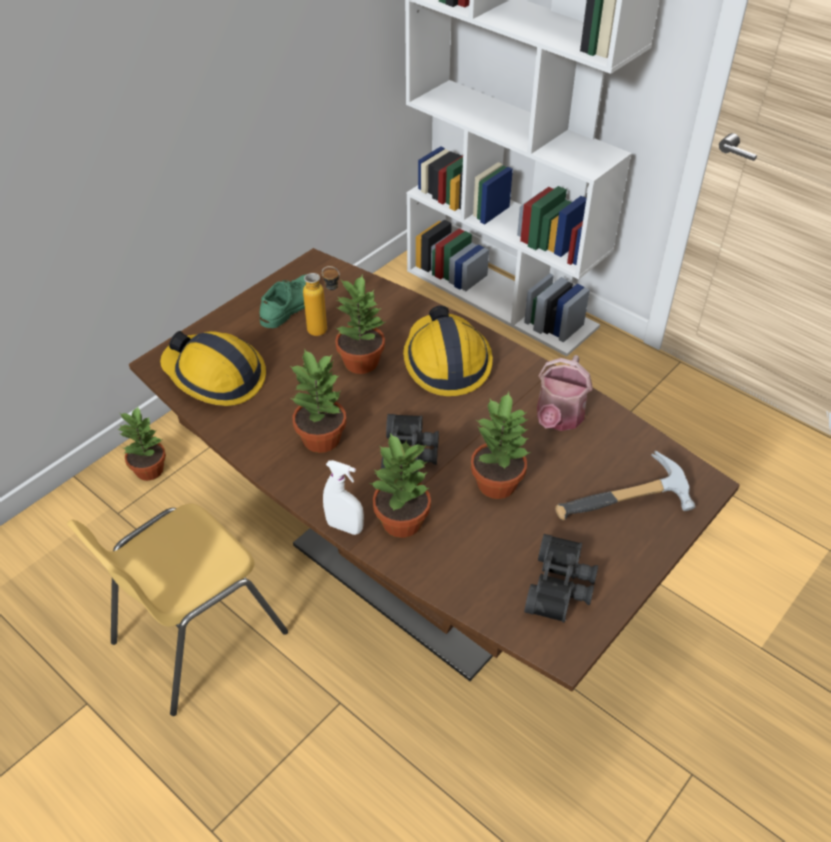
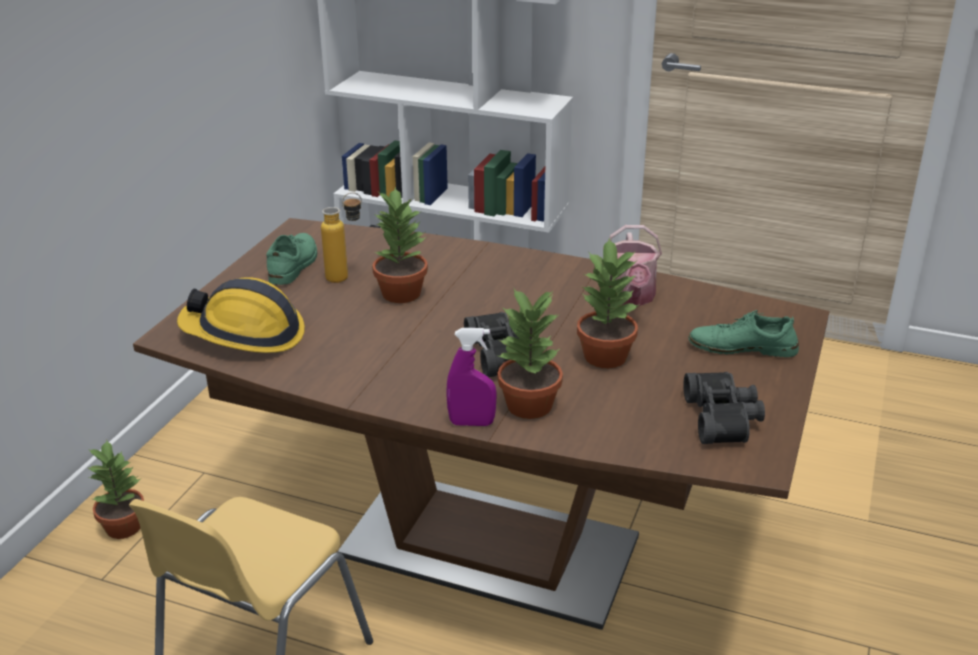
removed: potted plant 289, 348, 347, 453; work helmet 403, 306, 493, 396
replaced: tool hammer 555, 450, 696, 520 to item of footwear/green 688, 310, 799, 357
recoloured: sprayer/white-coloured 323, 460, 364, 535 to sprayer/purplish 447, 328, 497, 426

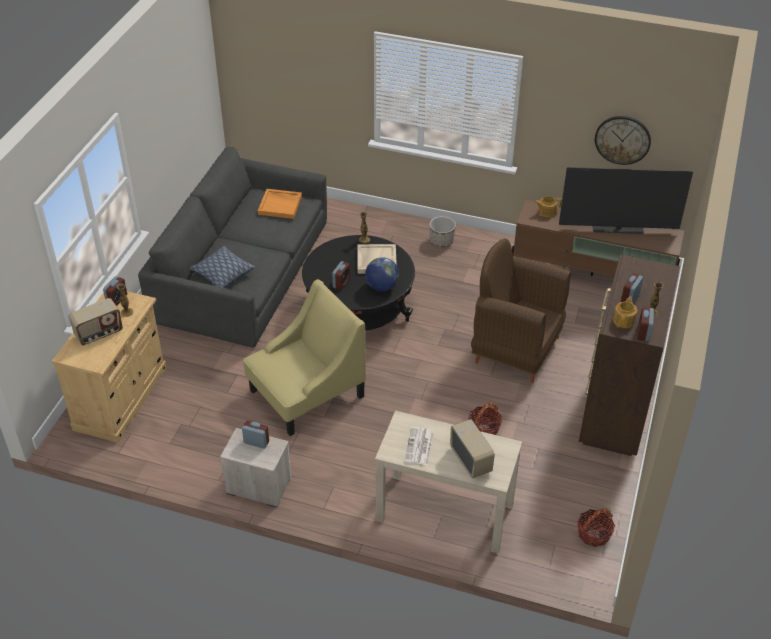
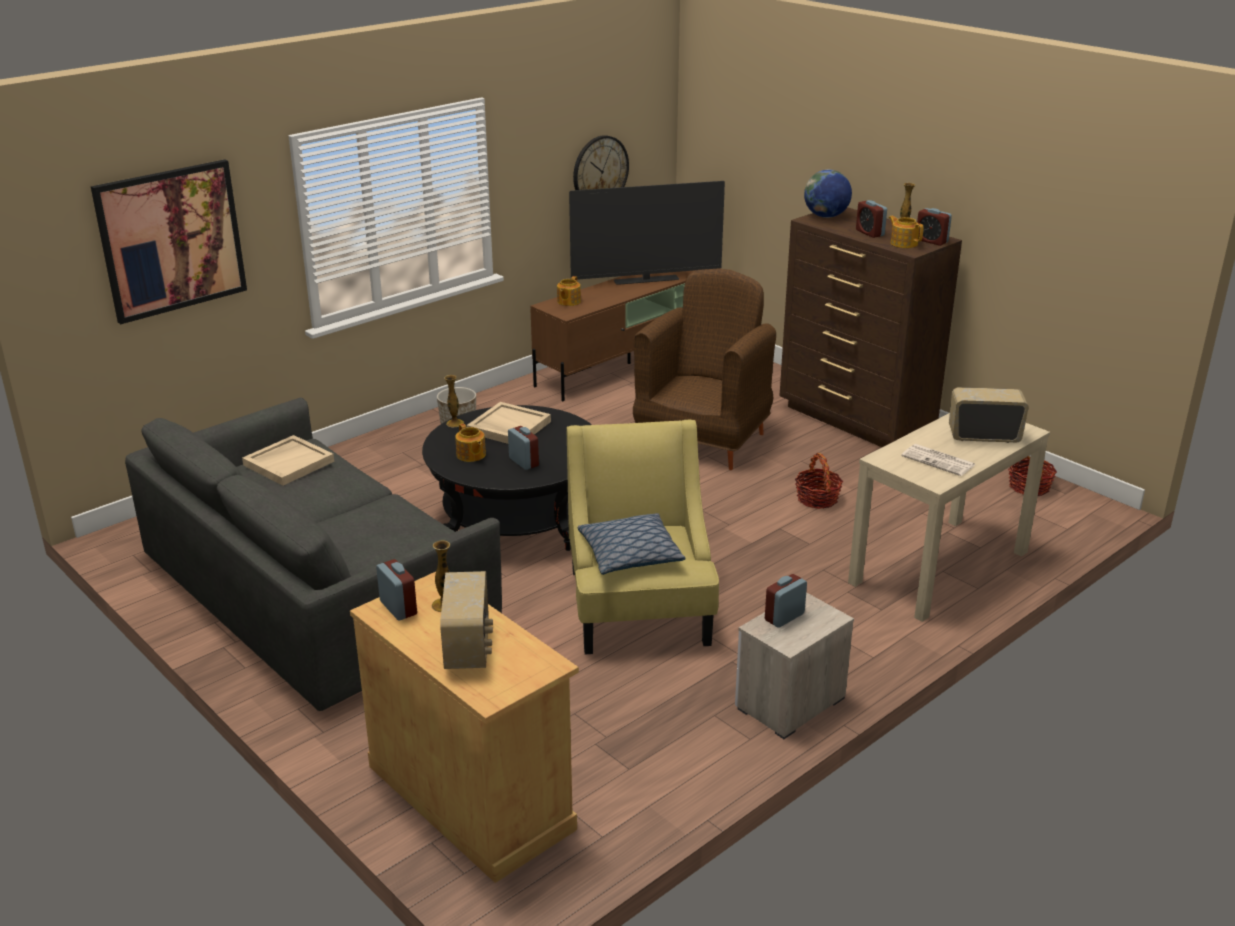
added: wall picture 91, 159, 247, 324; teapot 455, 423, 486, 462
moved: pillow 190, 246, 255, 288 to 577, 513, 686, 575; desk globe 365, 257, 399, 292 to 804, 170, 852, 218
recoloured: carrying tray/orangey 258, 189, 302, 219 to carrying tray/beige-coloured 242, 435, 334, 485
turned: armchair/brownish 471, 238, 571, 383 = 633, 268, 776, 470 150 degrees clockwise; television 559, 167, 693, 234 = 569, 181, 725, 285 45 degrees clockwise

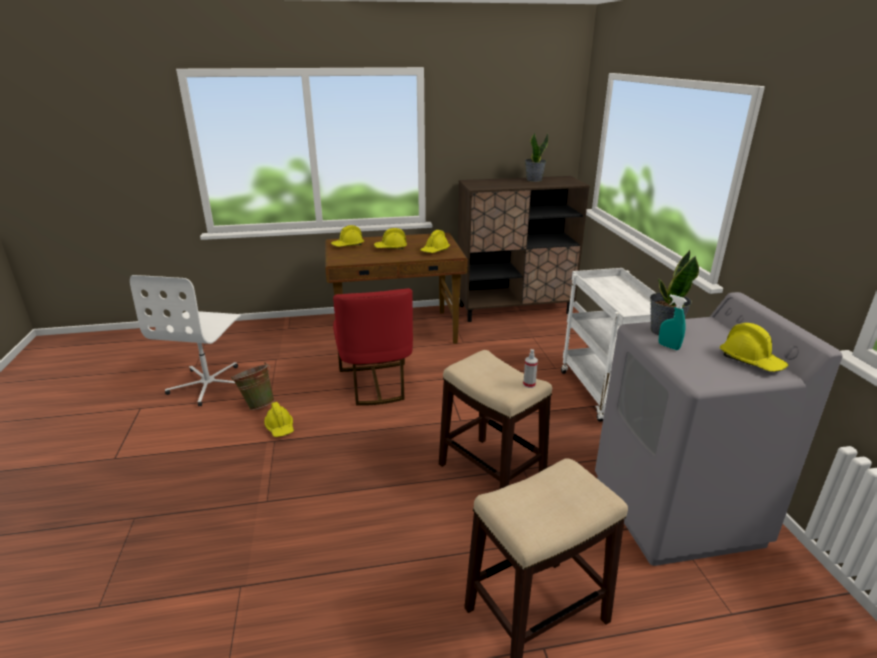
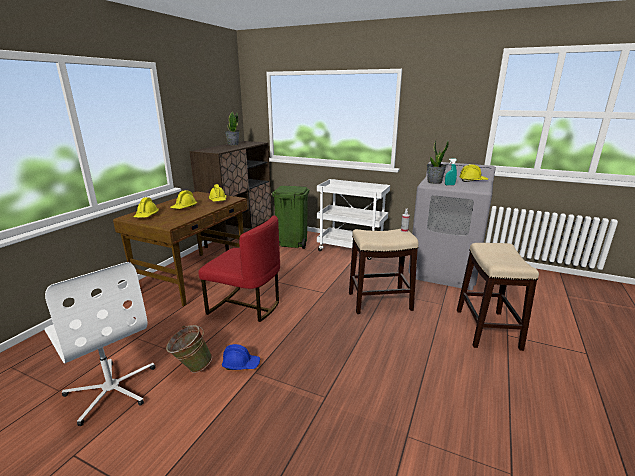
added: rubbish bin/green 272, 186, 309, 249
recoloured: work helmet/yellow 264, 402, 294, 437 to work helmet/blue-coloured 222, 344, 260, 370

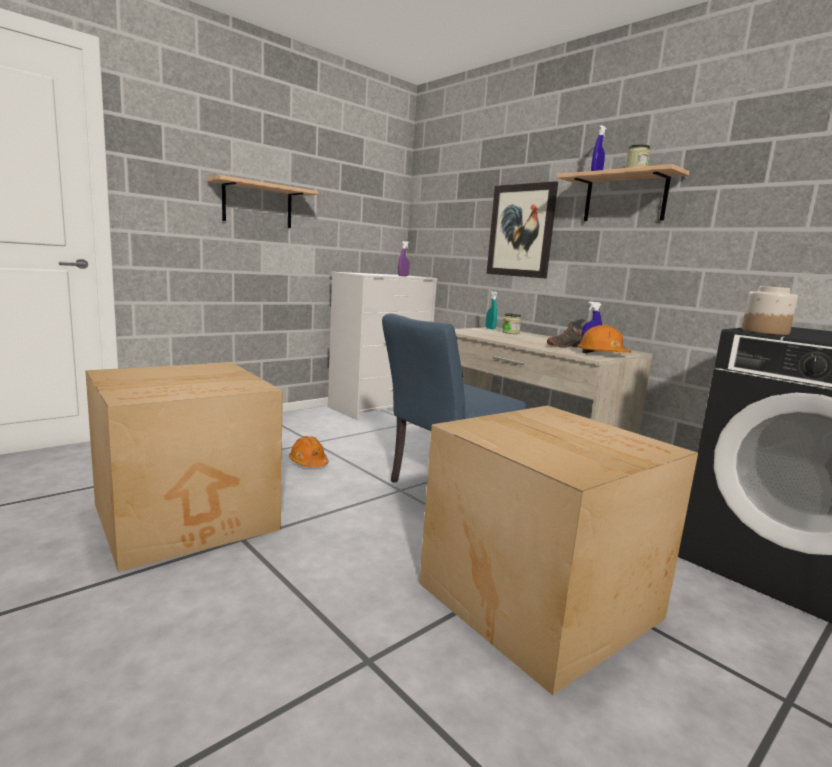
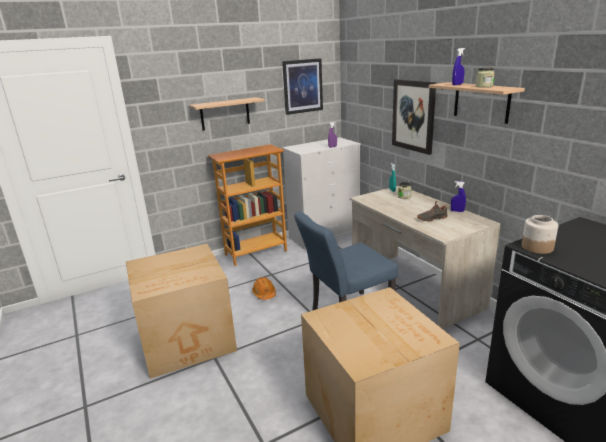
removed: work helmet/orangey 577, 325, 631, 353
added: shelving unit 207, 144, 287, 266; wall picture 282, 58, 323, 115

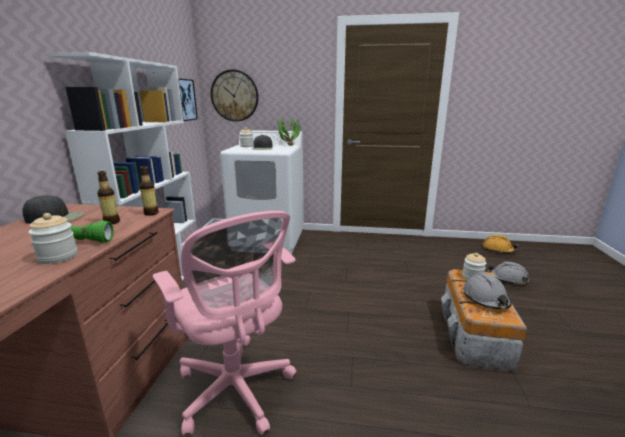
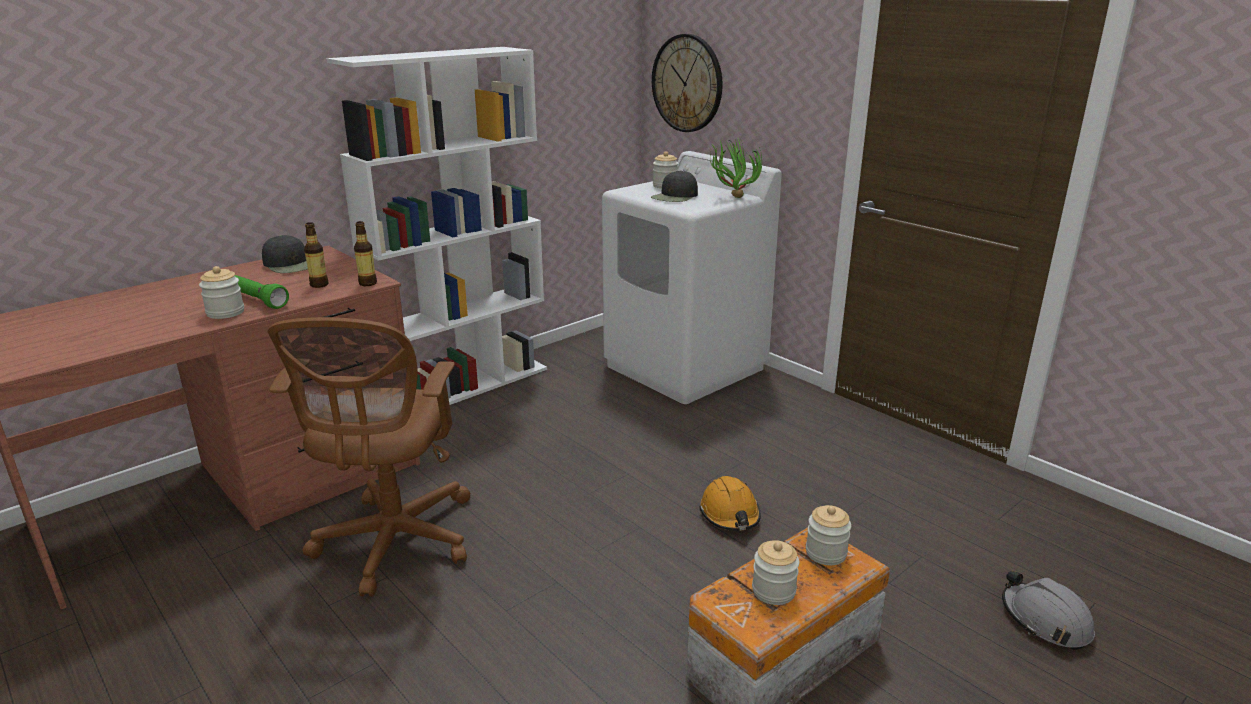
removed: wall picture 178, 78, 198, 121
moved: work helmet/orangey 482, 235, 519, 253 to 699, 476, 761, 531
replaced: work helmet/grey 463, 273, 512, 309 to preserve jar 752, 540, 799, 605
recoloured: desk chair/pink 153, 211, 296, 436 to desk chair/brownish 267, 317, 471, 597

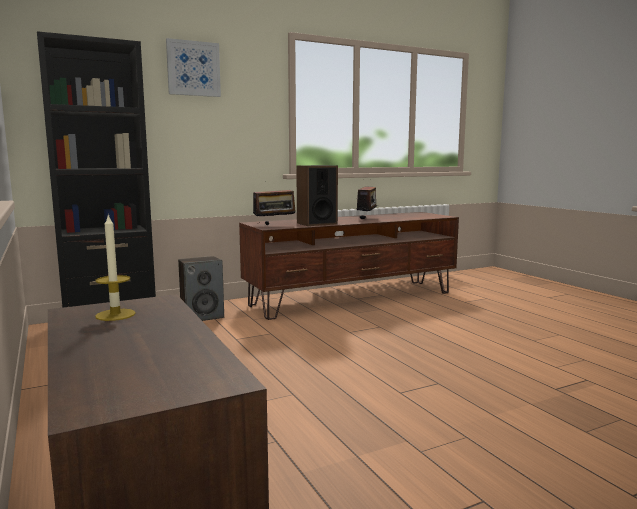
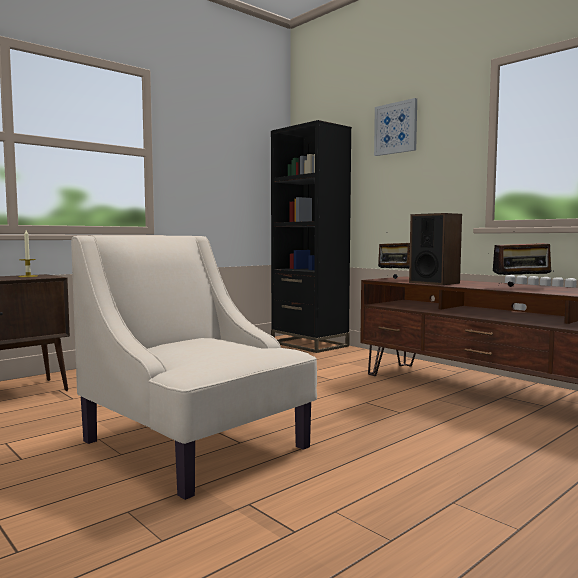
removed: loudspeaker 178, 256, 224, 321
added: armchair/beige-coloured 71, 235, 317, 500

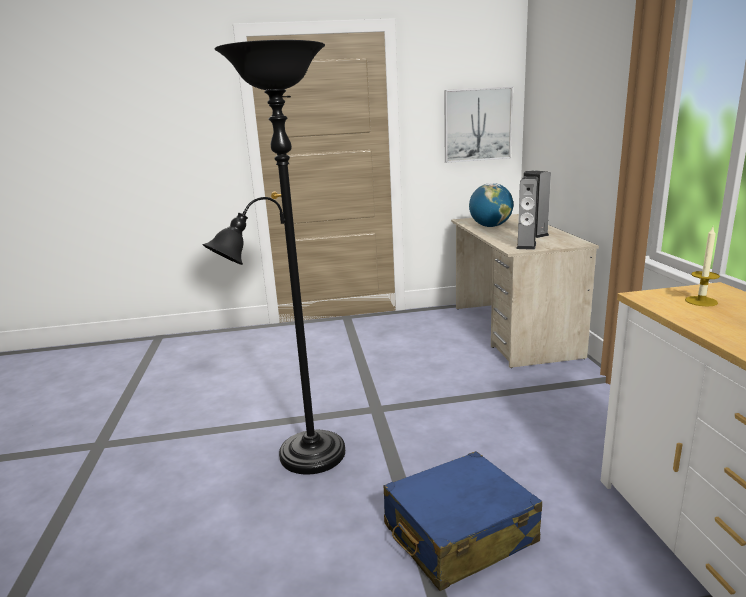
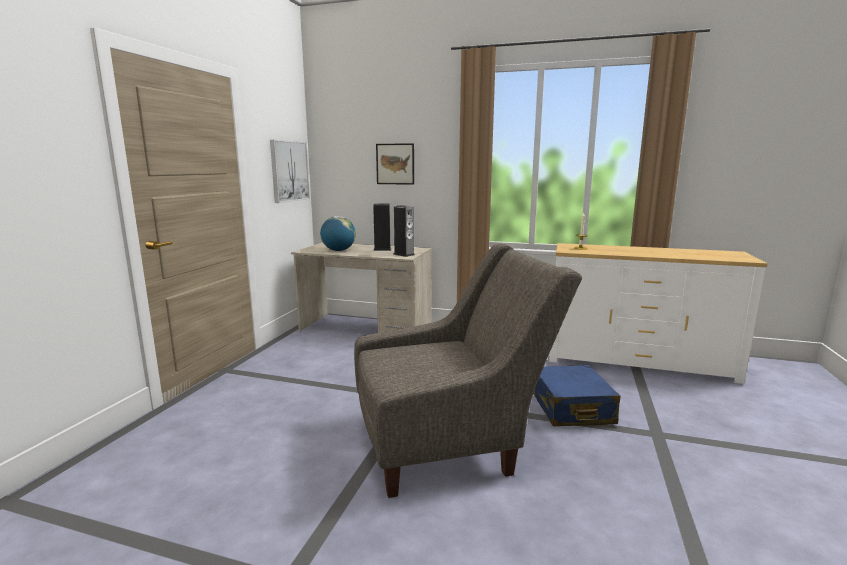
added: wall picture 376, 143, 414, 185
replaced: floor lamp/blackish 202, 40, 345, 475 to armchair/grey 354, 243, 582, 498

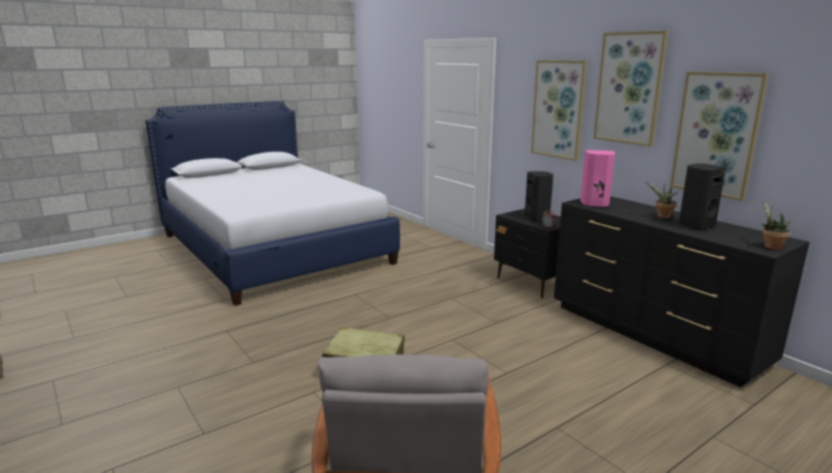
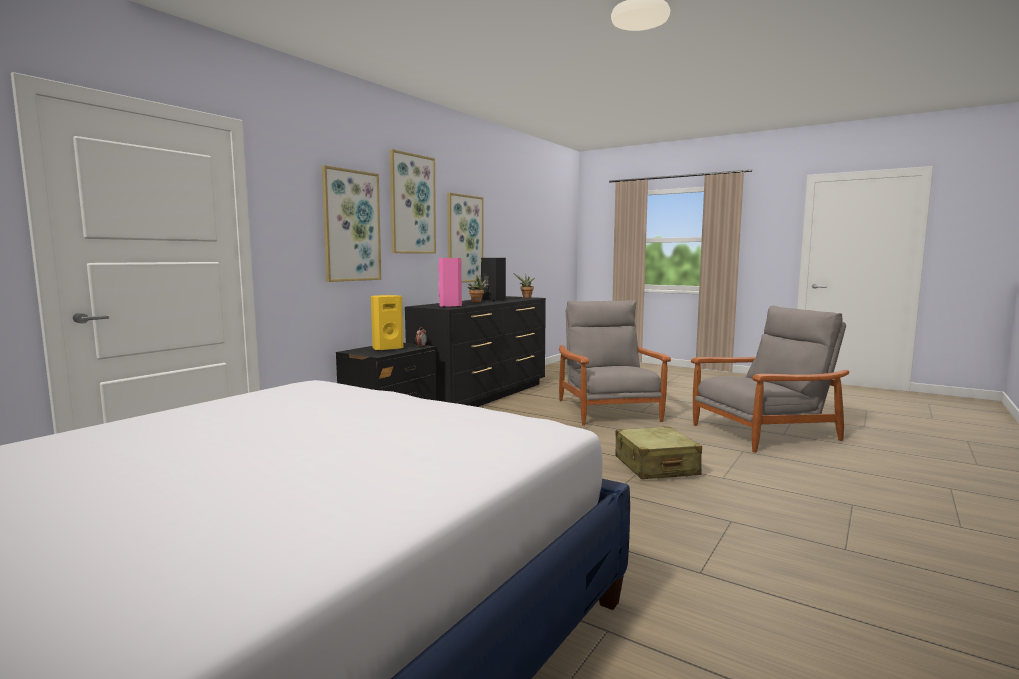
added: armchair/grey 559, 300, 671, 425
recoloured: loudspeaker/blackish 525, 171, 553, 222 to loudspeaker/yellow 371, 295, 403, 351

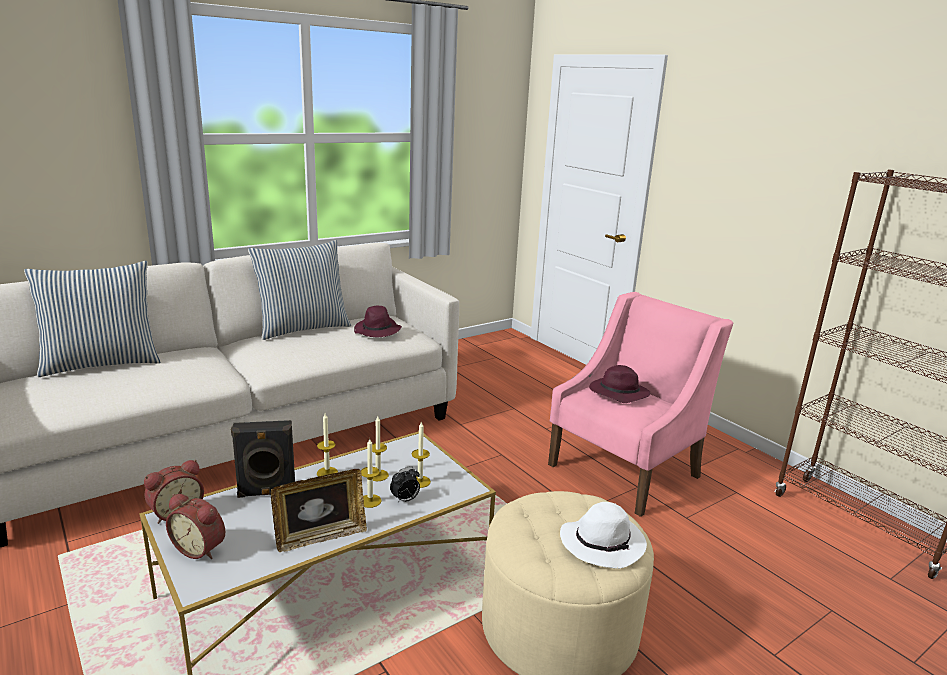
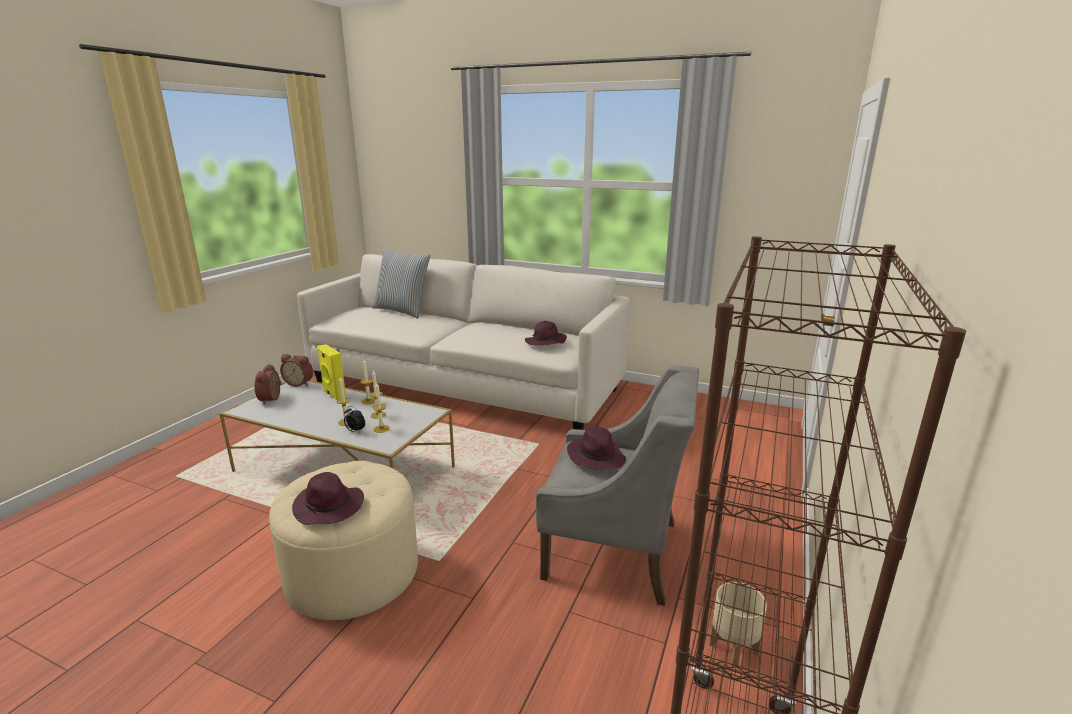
removed: pillow 248, 240, 351, 340; picture frame 271, 469, 367, 552
added: plant pot/beige-coloured 709, 582, 767, 668
recoloured: loudspeaker/blackish 231, 420, 295, 498 to loudspeaker/yellow 317, 344, 346, 400; armchair/pink 548, 292, 733, 517 to armchair/grey 536, 365, 699, 606; hat/white-coloured 560, 502, 647, 569 to hat/purplish 292, 472, 364, 525

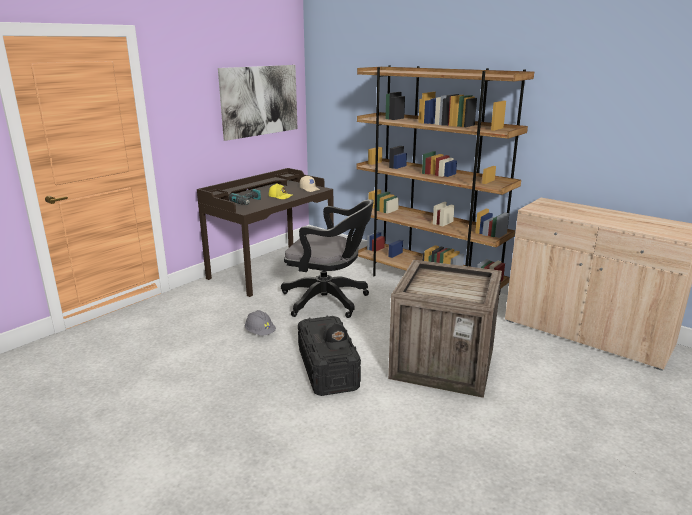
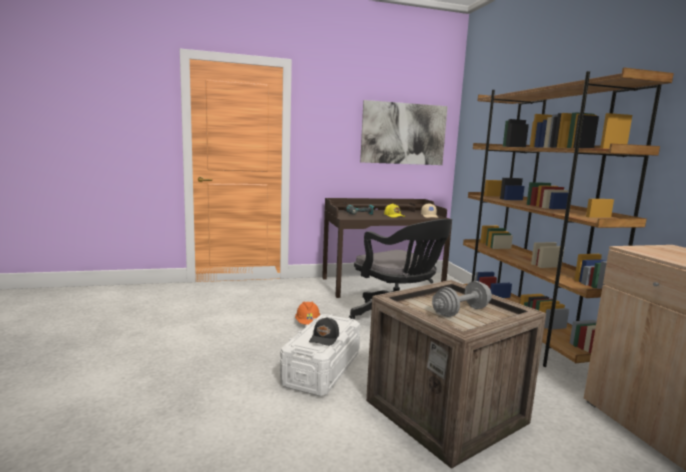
added: dumbbell/grey 432, 281, 492, 317
recoloured: work helmet/grey 245, 310, 276, 335 to work helmet/orangey 295, 301, 320, 325; storage bin/blackish 298, 315, 361, 396 to storage bin/white-coloured 280, 314, 361, 396

